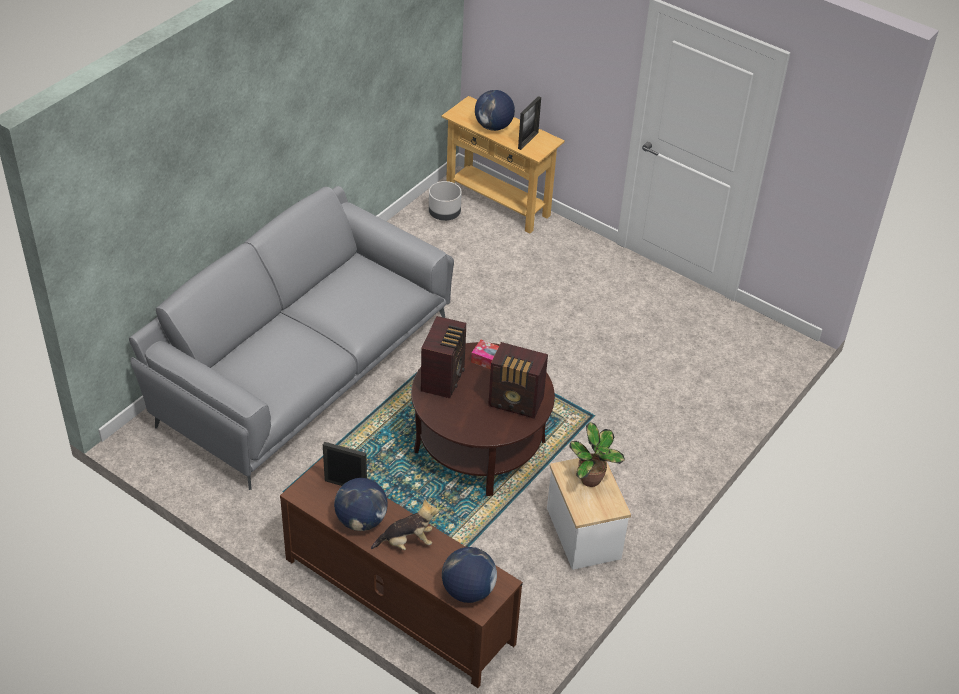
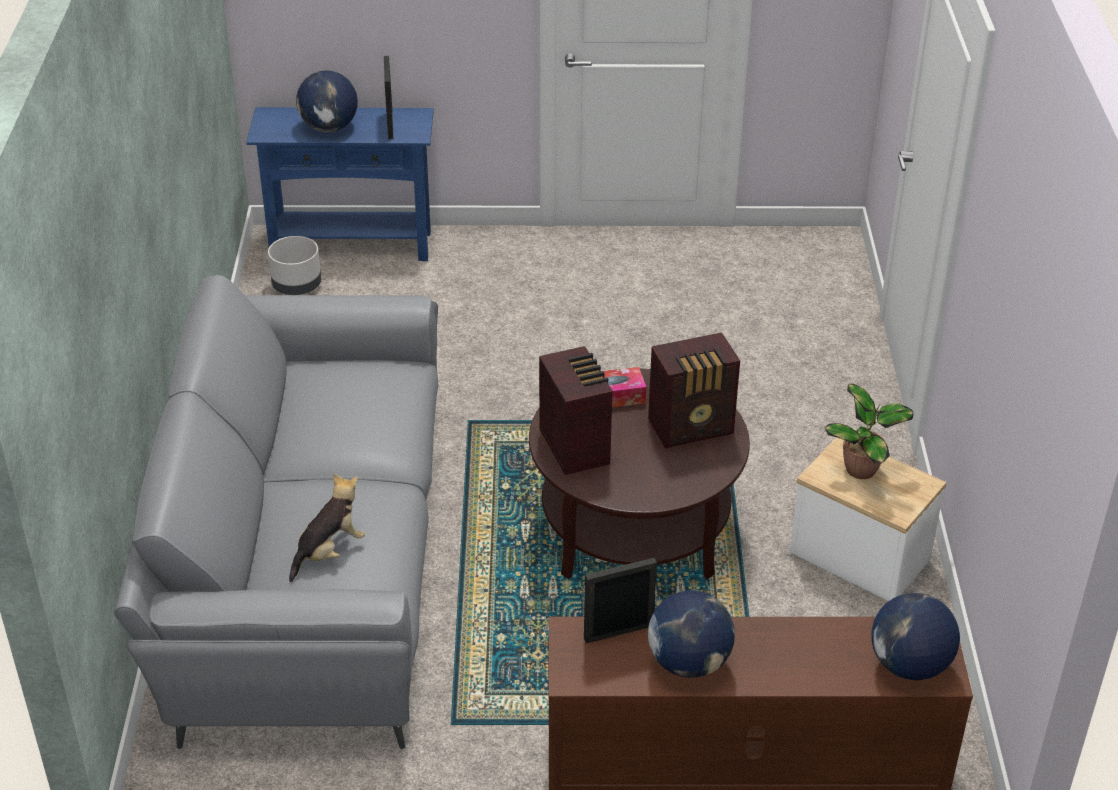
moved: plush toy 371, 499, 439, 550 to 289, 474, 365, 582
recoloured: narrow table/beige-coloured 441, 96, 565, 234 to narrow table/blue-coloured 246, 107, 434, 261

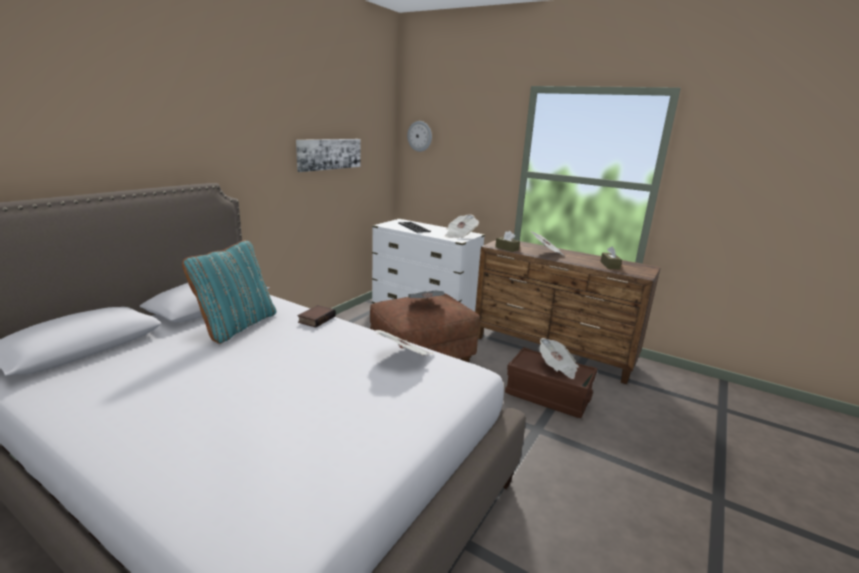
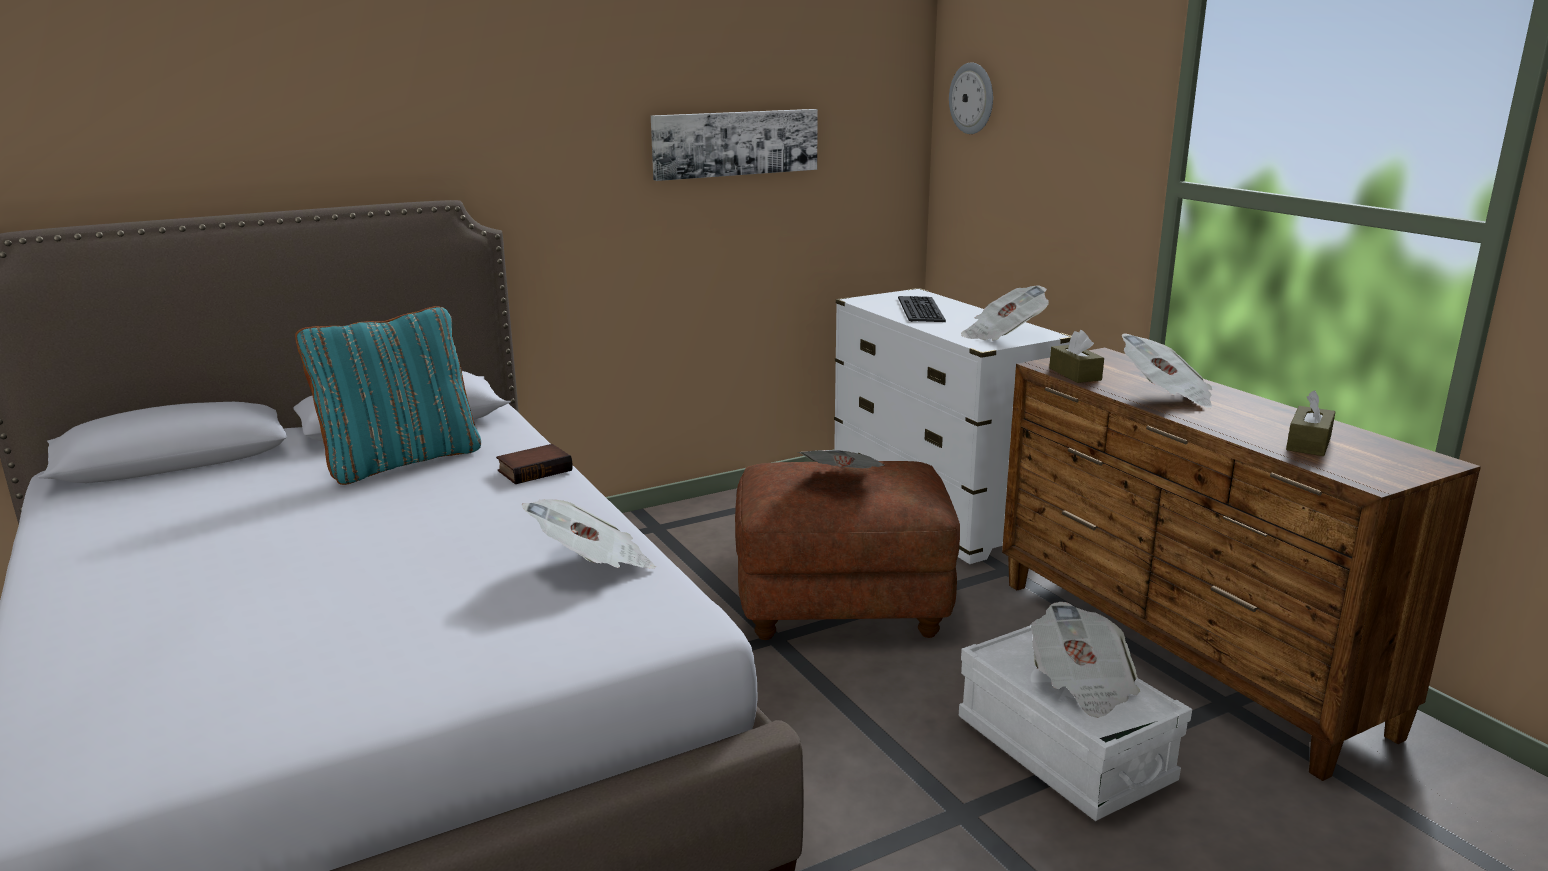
recoloured: storage bin/brownish 505, 347, 598, 418 to storage bin/white-coloured 959, 624, 1192, 821

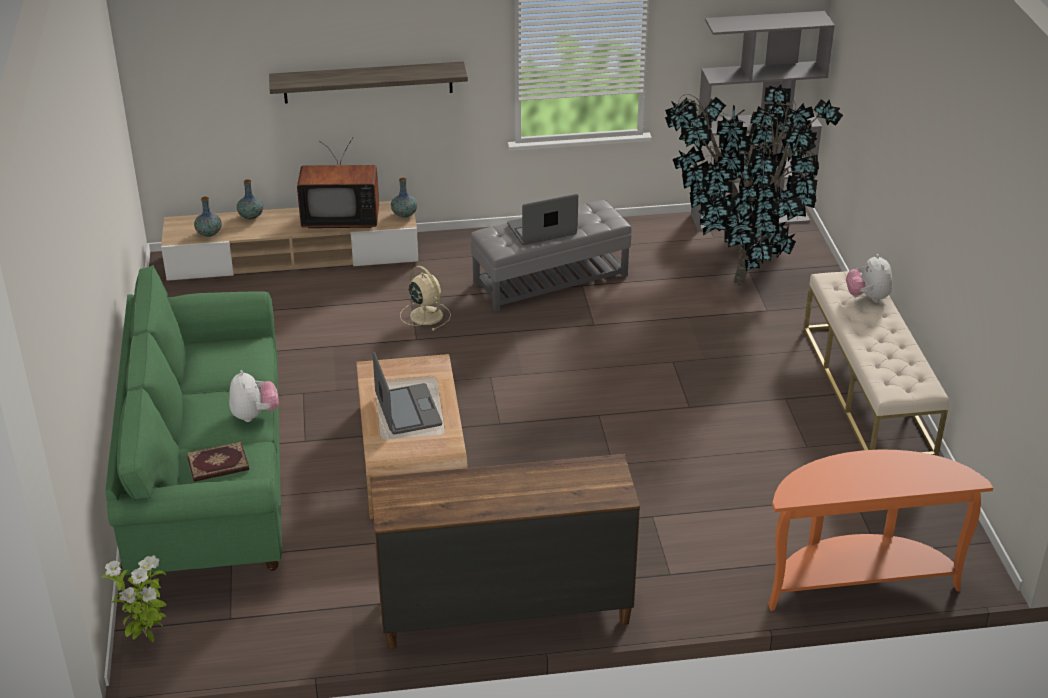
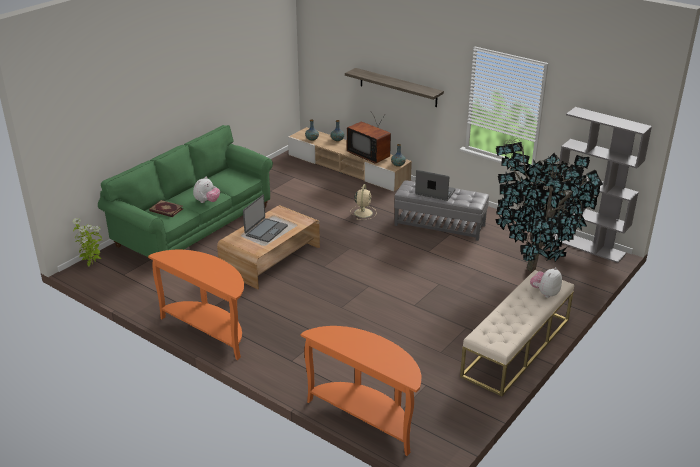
replaced: dresser/brownish 370, 454, 640, 649 to narrow table/orangey 148, 250, 244, 360

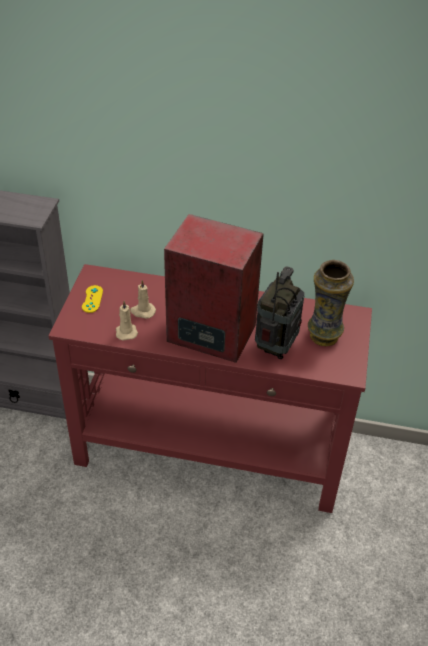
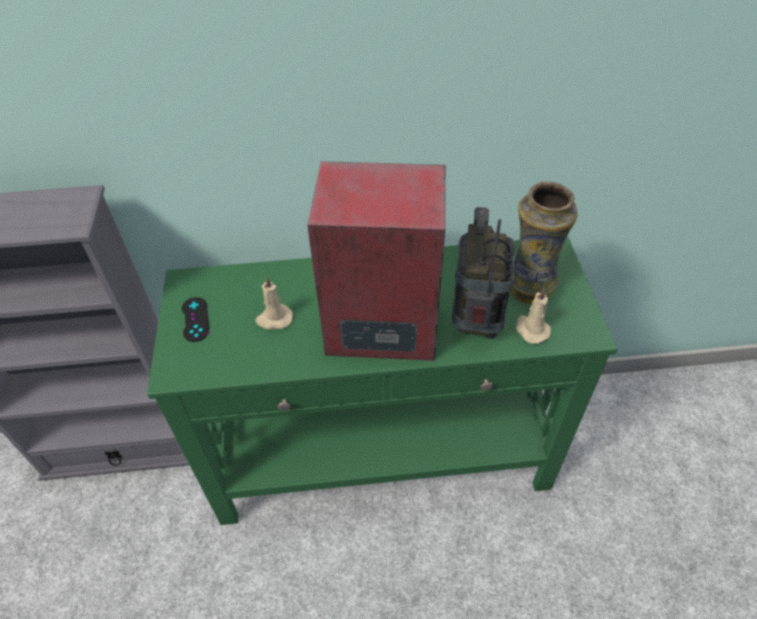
moved: wax candle/beige-coloured 116, 301, 138, 340 to 516, 288, 551, 344
recoloured: narrow table/red-coloured 48, 264, 372, 513 to narrow table/green 147, 236, 618, 525; gamepad/yellow 82, 285, 103, 313 to gamepad/blackish 182, 297, 209, 342

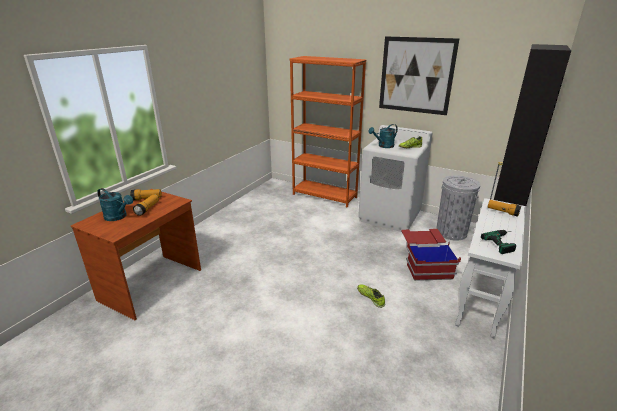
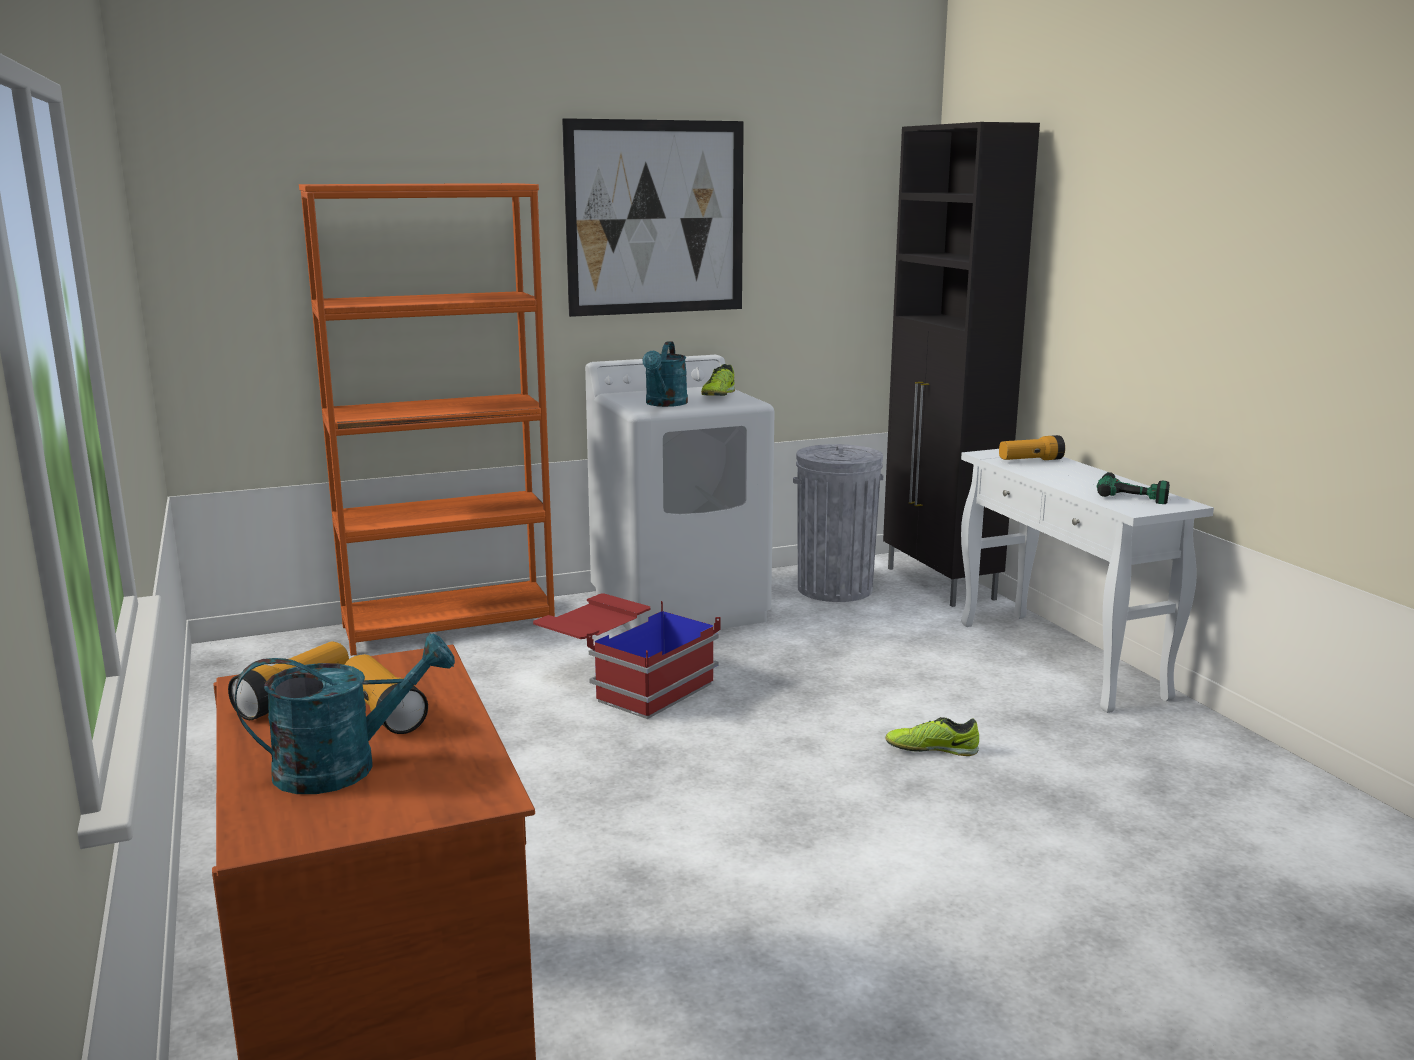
moved: storage bin/red-coloured 401, 229, 461, 281 to 533, 593, 721, 719

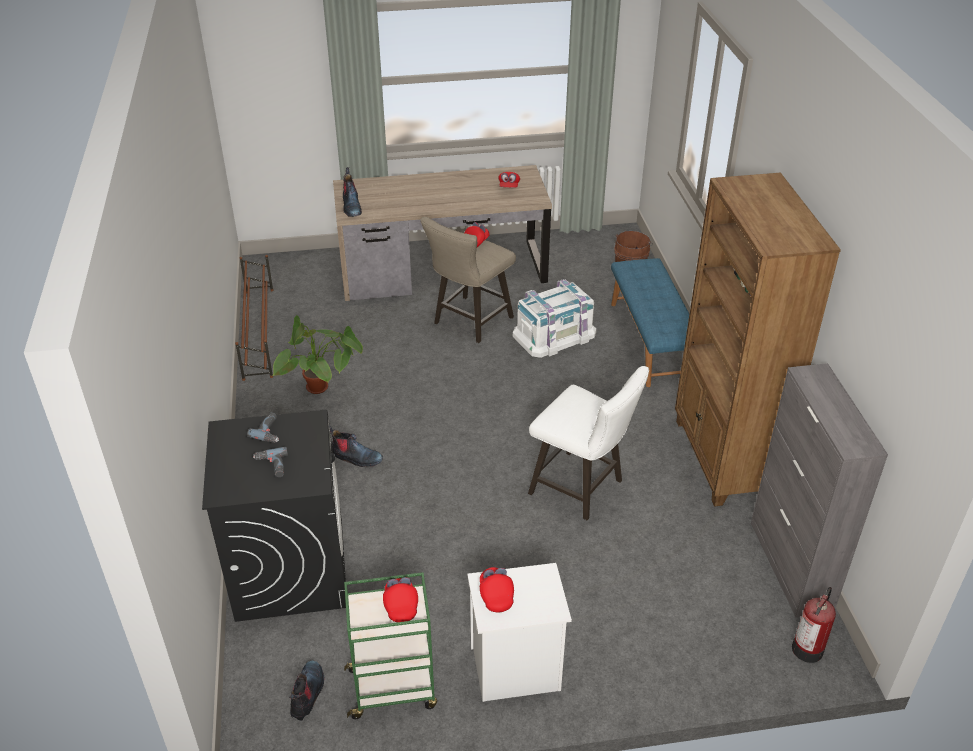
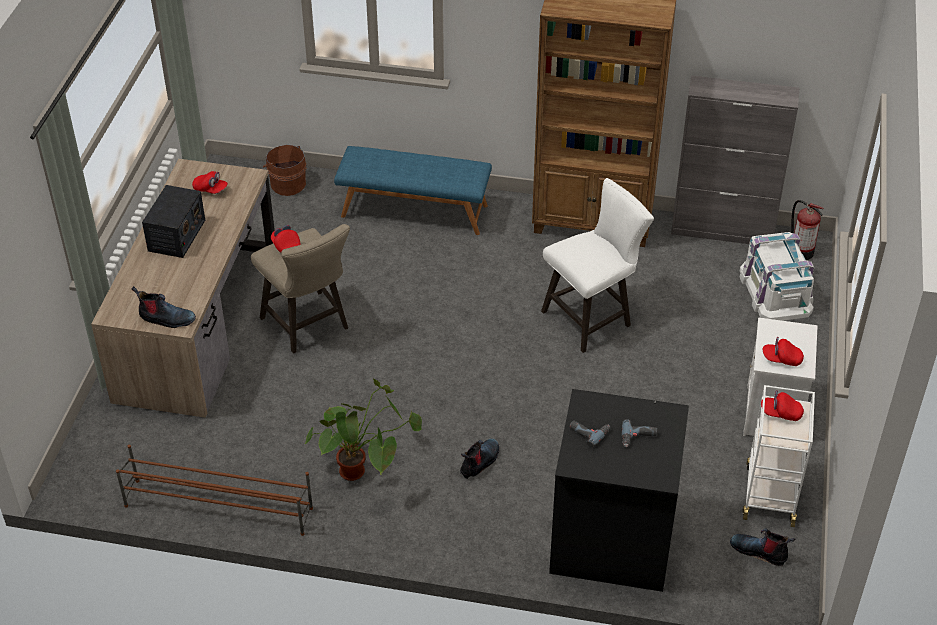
added: radio 142, 185, 205, 258
moved: storage bin/white-coloured 513, 279, 596, 358 to 740, 232, 814, 321
recoloured: trolley/green 344, 572, 437, 719 to trolley/white-coloured 742, 385, 815, 527

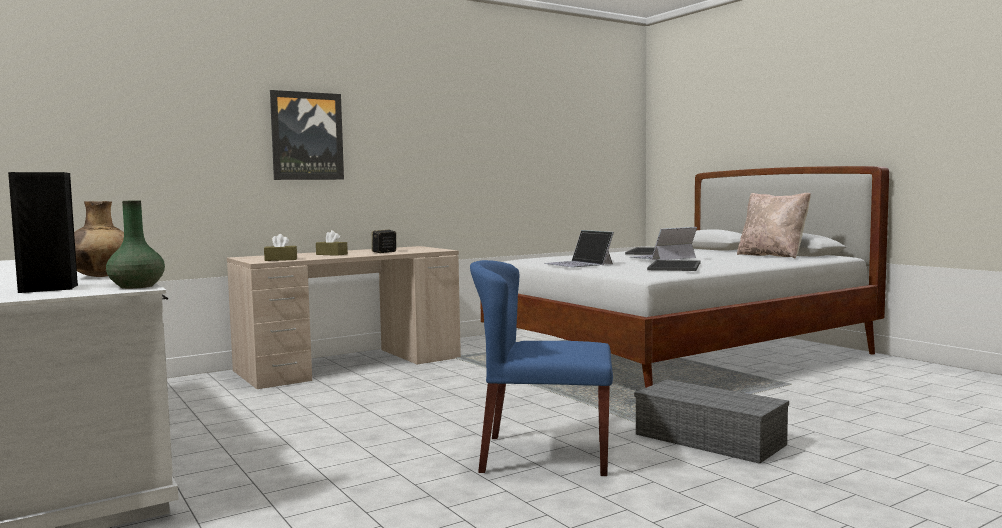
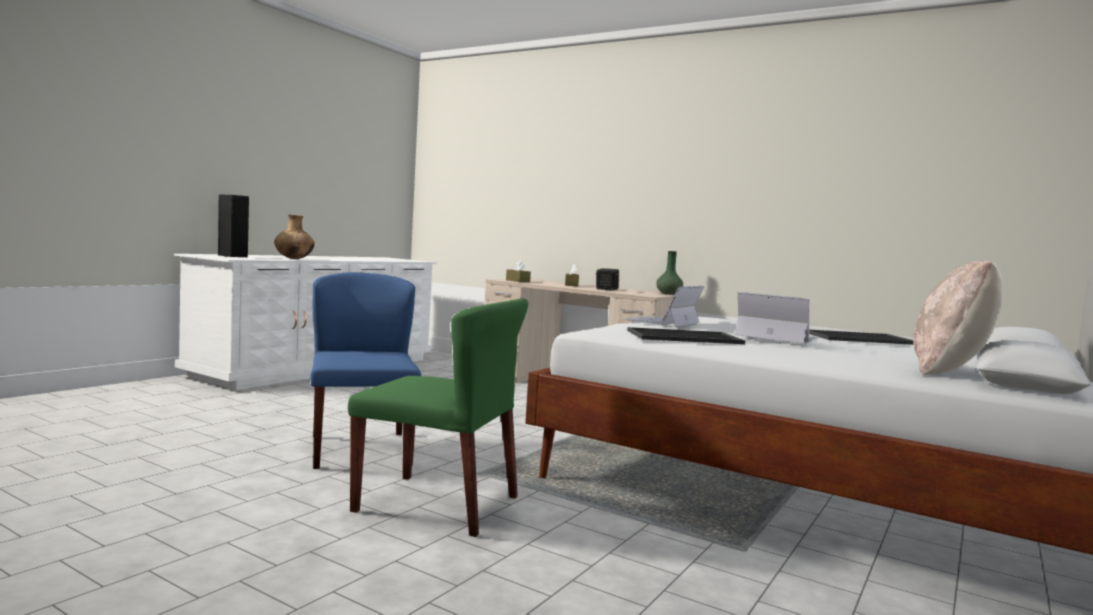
removed: wall picture 270, 90, 344, 180
moved: decorative vase/green 106, 200, 165, 289 to 656, 251, 683, 295
replaced: storage bin/grey 634, 380, 789, 464 to plain chair/green 348, 298, 528, 537

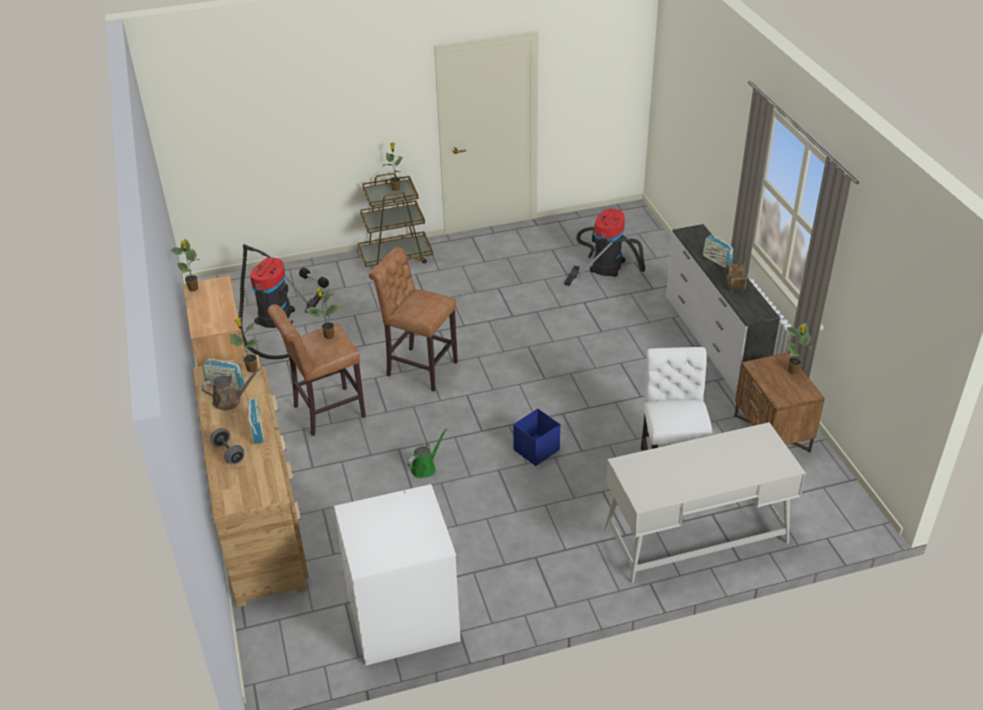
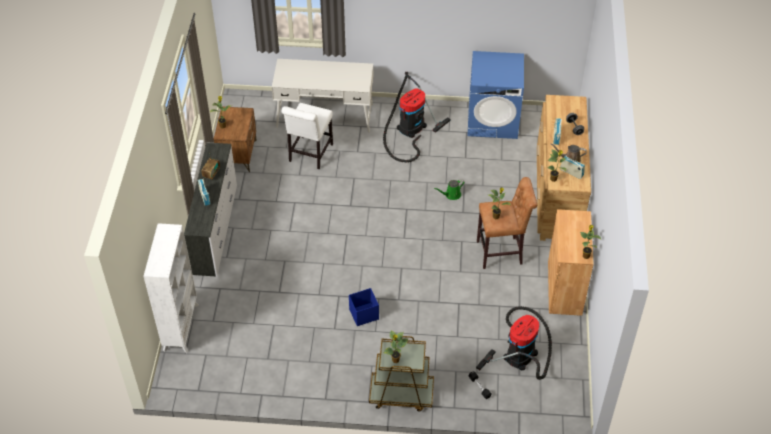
removed: sitting stool/brownish 369, 247, 458, 391
added: shelving unit/white-coloured 143, 223, 199, 353
moved: storage bin/blue-coloured 513, 408, 560, 466 to 349, 288, 379, 326; hoover 564, 209, 645, 286 to 383, 72, 450, 163
recoloured: laundry machine/white-coloured 334, 484, 461, 666 to laundry machine/blue-coloured 468, 51, 524, 139

